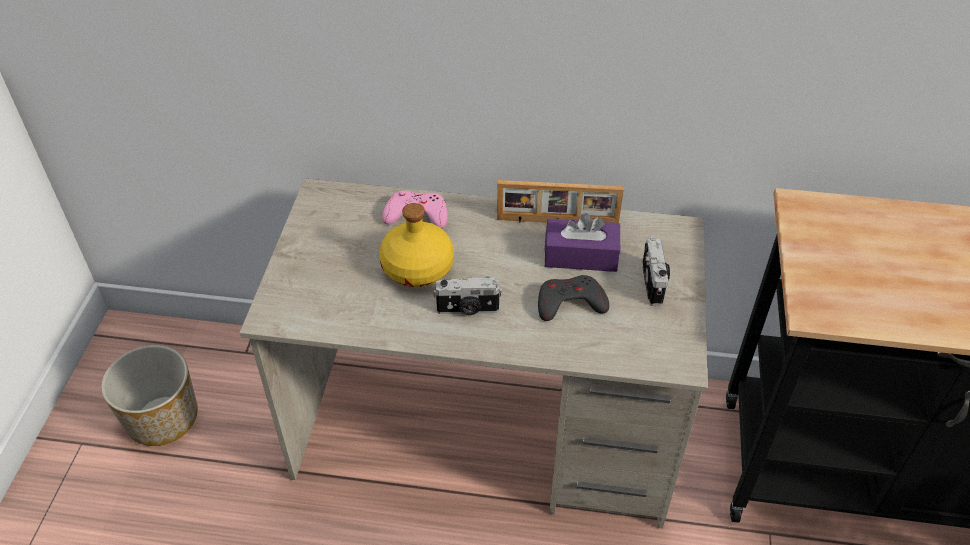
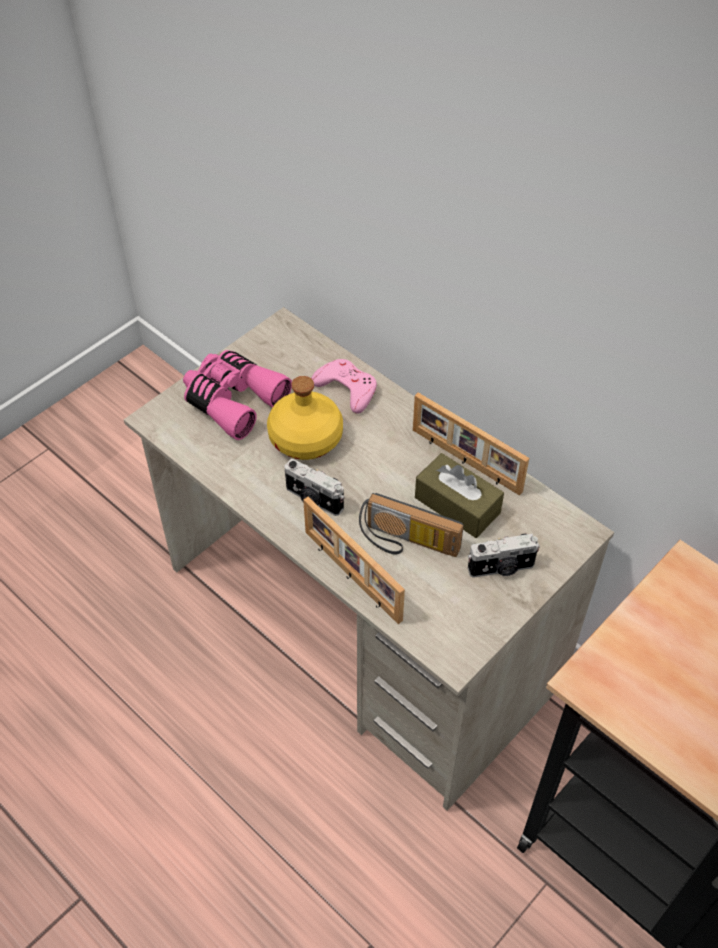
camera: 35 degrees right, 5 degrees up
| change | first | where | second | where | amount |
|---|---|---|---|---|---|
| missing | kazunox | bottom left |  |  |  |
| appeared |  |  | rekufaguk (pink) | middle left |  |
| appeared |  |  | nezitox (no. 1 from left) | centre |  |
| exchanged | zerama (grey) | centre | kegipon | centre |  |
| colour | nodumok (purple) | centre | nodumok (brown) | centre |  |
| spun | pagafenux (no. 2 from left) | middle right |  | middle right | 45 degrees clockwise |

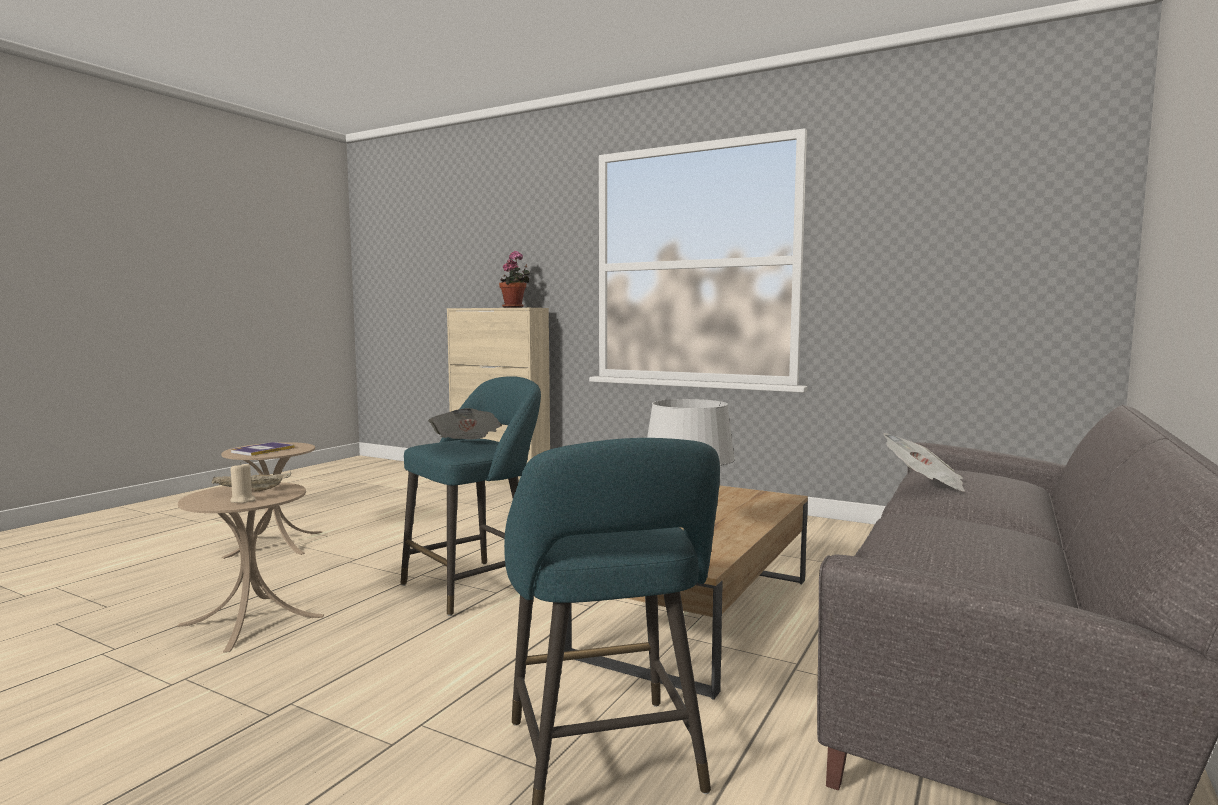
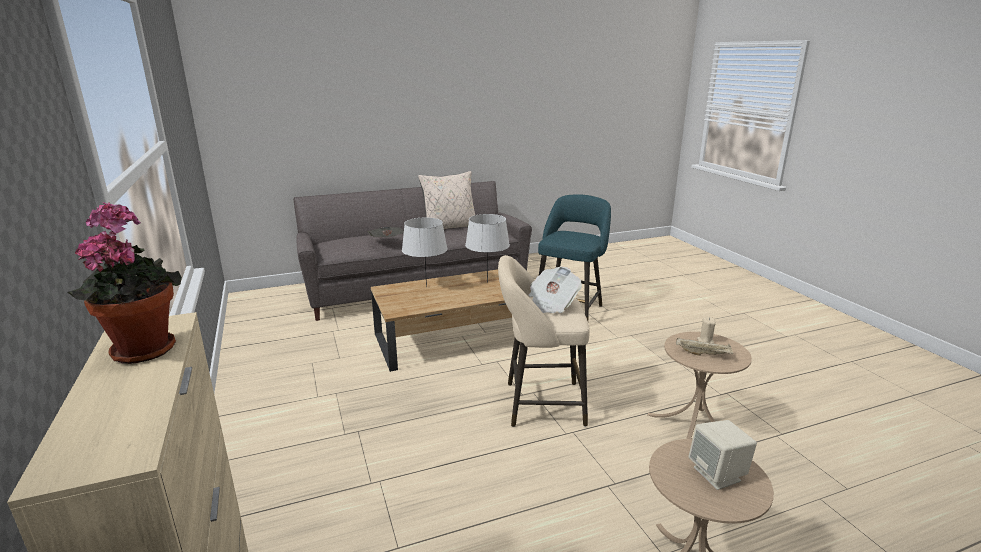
camera: 140 degrees left, 15 degrees up
| change | first | where | second | where | amount |
|---|---|---|---|---|---|
| appeared |  |  | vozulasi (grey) (no. 1 from left) | centre |  |
| appeared |  |  | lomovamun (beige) | centre |  |
| exchanged | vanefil | middle left | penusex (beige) | bottom right |  |
| colour | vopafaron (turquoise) (no. 1 from left) | centre | vopafaron (beige) | centre |  |

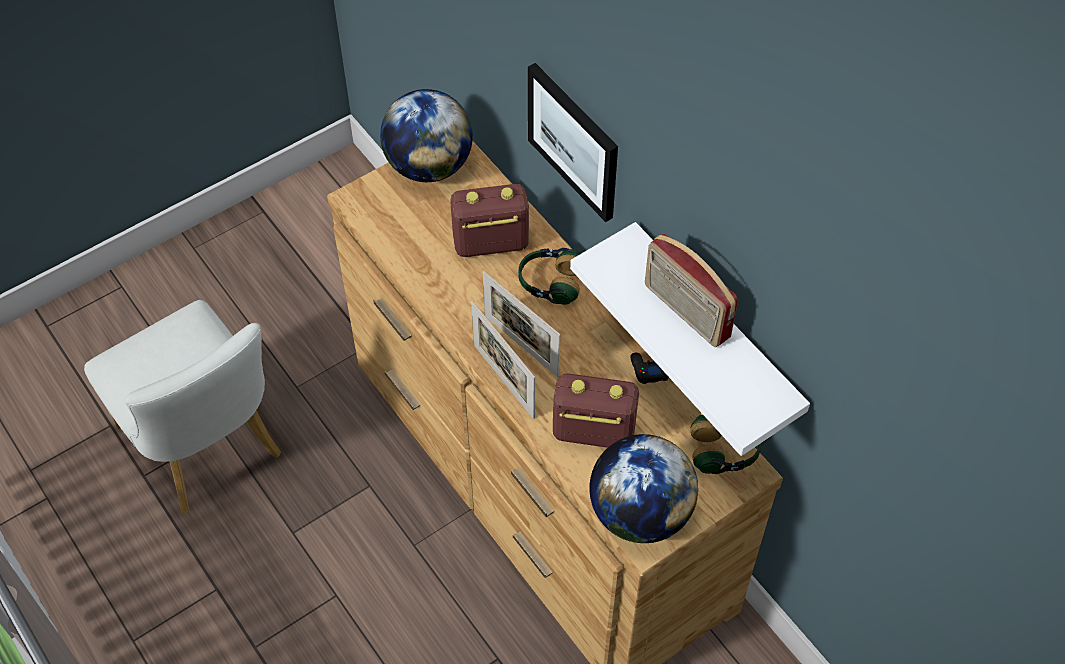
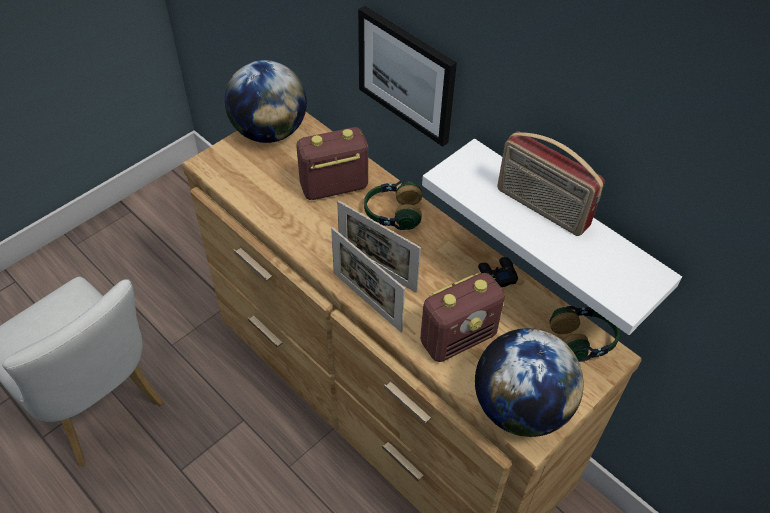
camera: 10 degrees left, 5 degrees down
| change | first | where | second | where | amount |
|---|---|---|---|---|---|
| spun | kegipon (no. 2 from left) | centre |  | centre | 150 degrees clockwise |

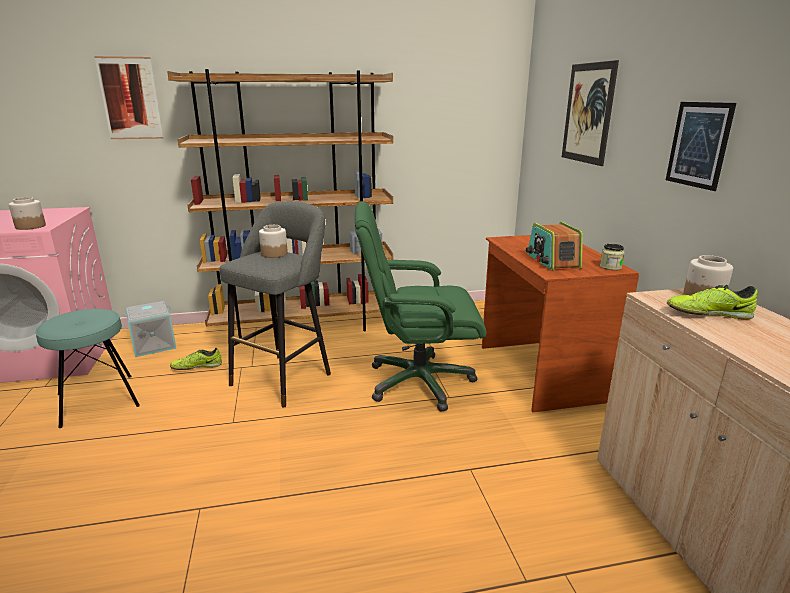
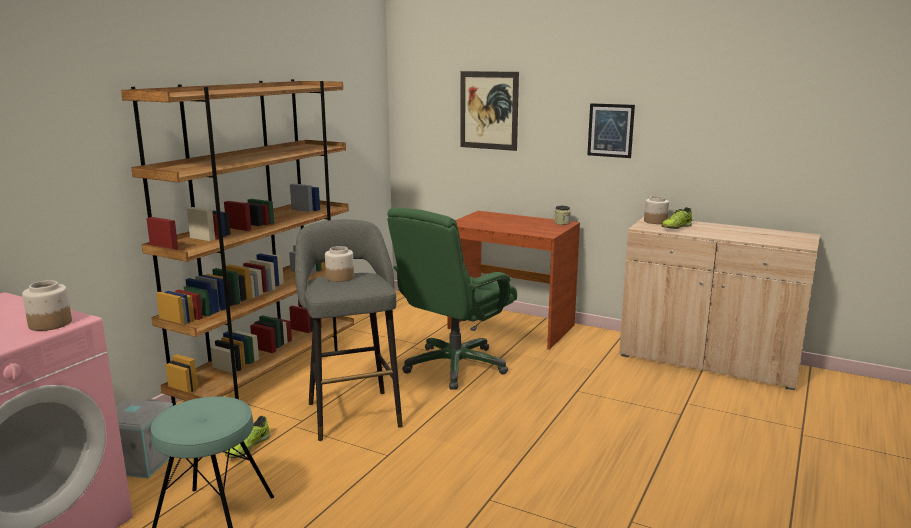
camera: 50 degrees left, 5 degrees down
| change | first | where | second | where | amount |
|---|---|---|---|---|---|
| missing | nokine (no. 1 from left) | top left |  |  |  |
| missing | kegipon | middle right |  |  |  |

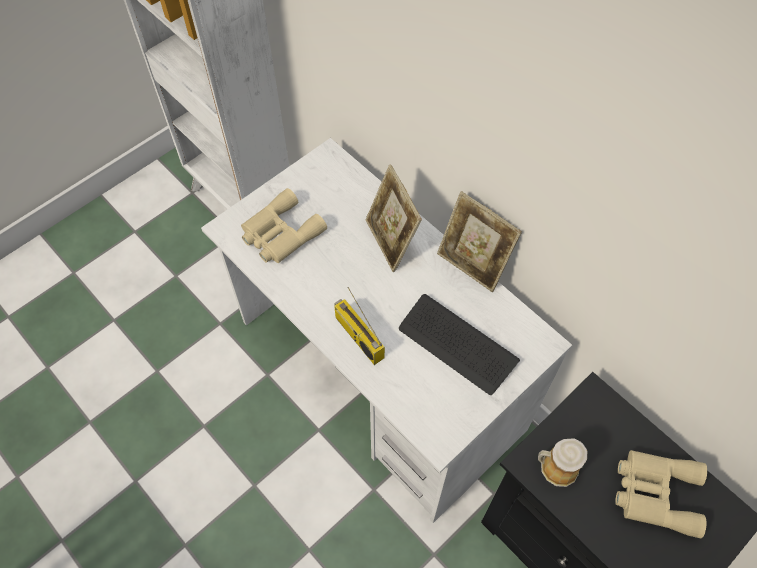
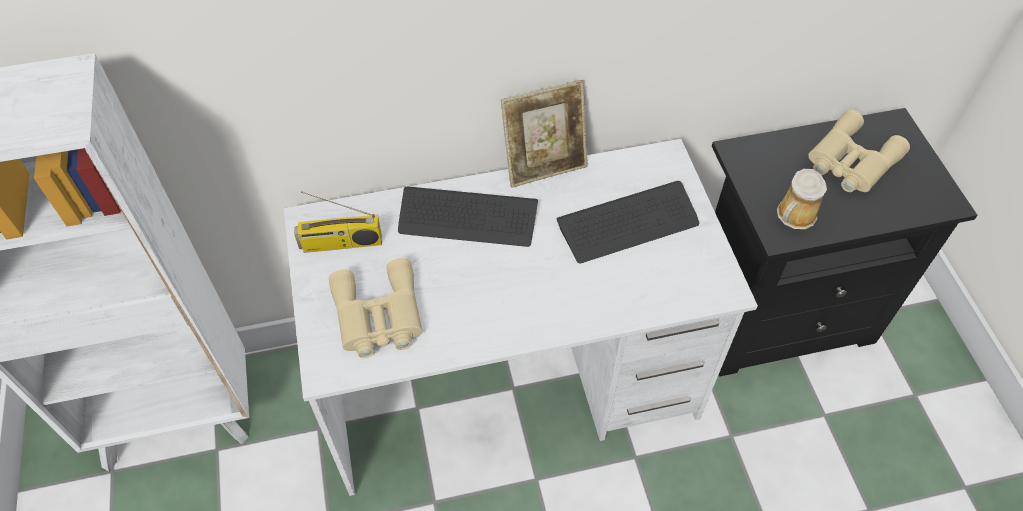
camera: 60 degrees left, 5 degrees down
| change | first | where | second | where | amount |
|---|---|---|---|---|---|
| relocated | kegipon | centre |  | middle left |  |
| exchanged | nezitox (no. 1 from left) | centre | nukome (no. 1 from left) | centre |  |

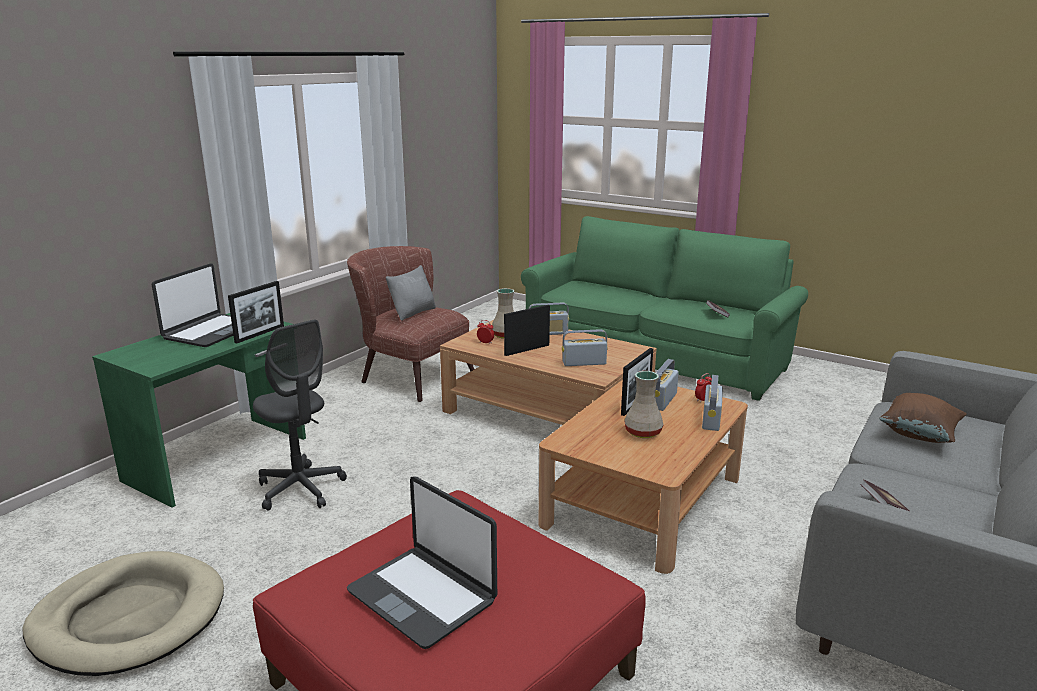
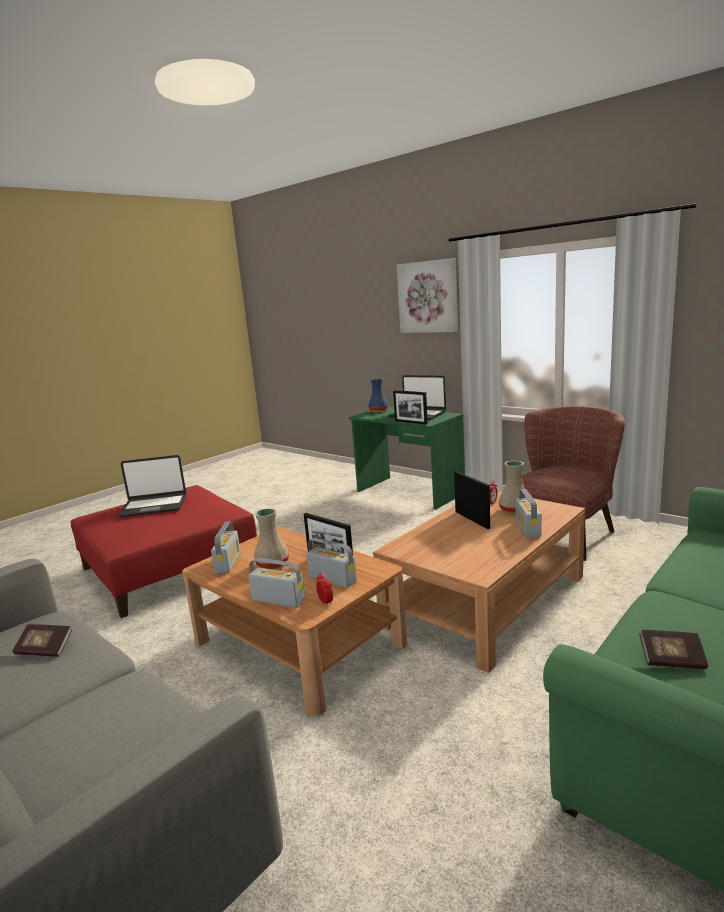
camera: 100 degrees right, 5 degrees down
| change | first | where | second | where | amount |
|---|---|---|---|---|---|
| missing | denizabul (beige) | bottom left |  |  |  |
| missing | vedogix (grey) | middle left |  |  |  |
| missing | lomovamun (grey) | centre |  |  |  |
| missing | lomovamun (brown) | middle right |  |  |  |
| appeared |  |  | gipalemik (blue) | centre |  |
| appeared |  |  | nokine | top centre |  |
| relocated | kegipon (no. 2 from left in the first image) | centre | kegipon (no. 1 from left) | middle left |  |
| spun | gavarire (no. 2 from left in the first image) | bottom centre | gavarire (no. 1 from left) | middle left | 150 degrees counterclockwise |

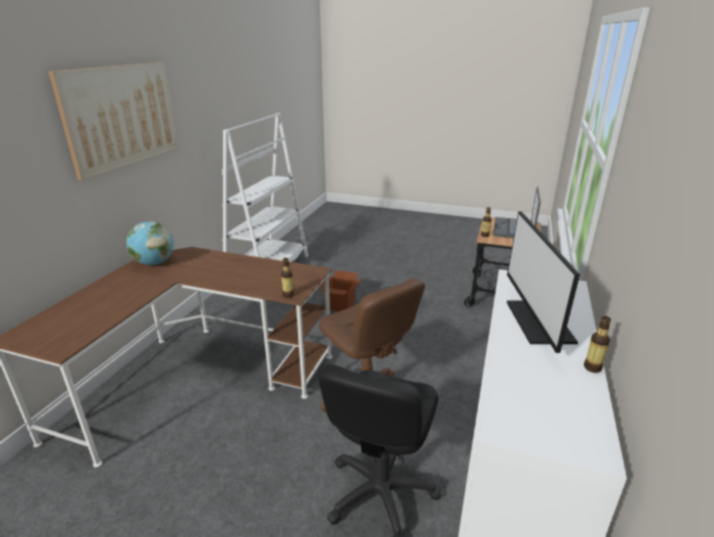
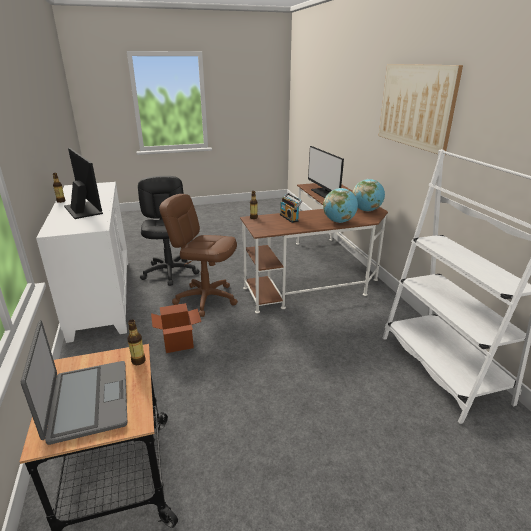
camera: 145 degrees right, 0 degrees up
| change | first | where | second | where | amount |
|---|---|---|---|---|---|
| appeared |  |  | kegipon | centre |  |
| appeared |  |  | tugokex (no. 2 from left) | top centre |  |
| appeared |  |  | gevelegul (no. 1 from left) | centre |  |
| relocated | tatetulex | centre |  | middle left |  |

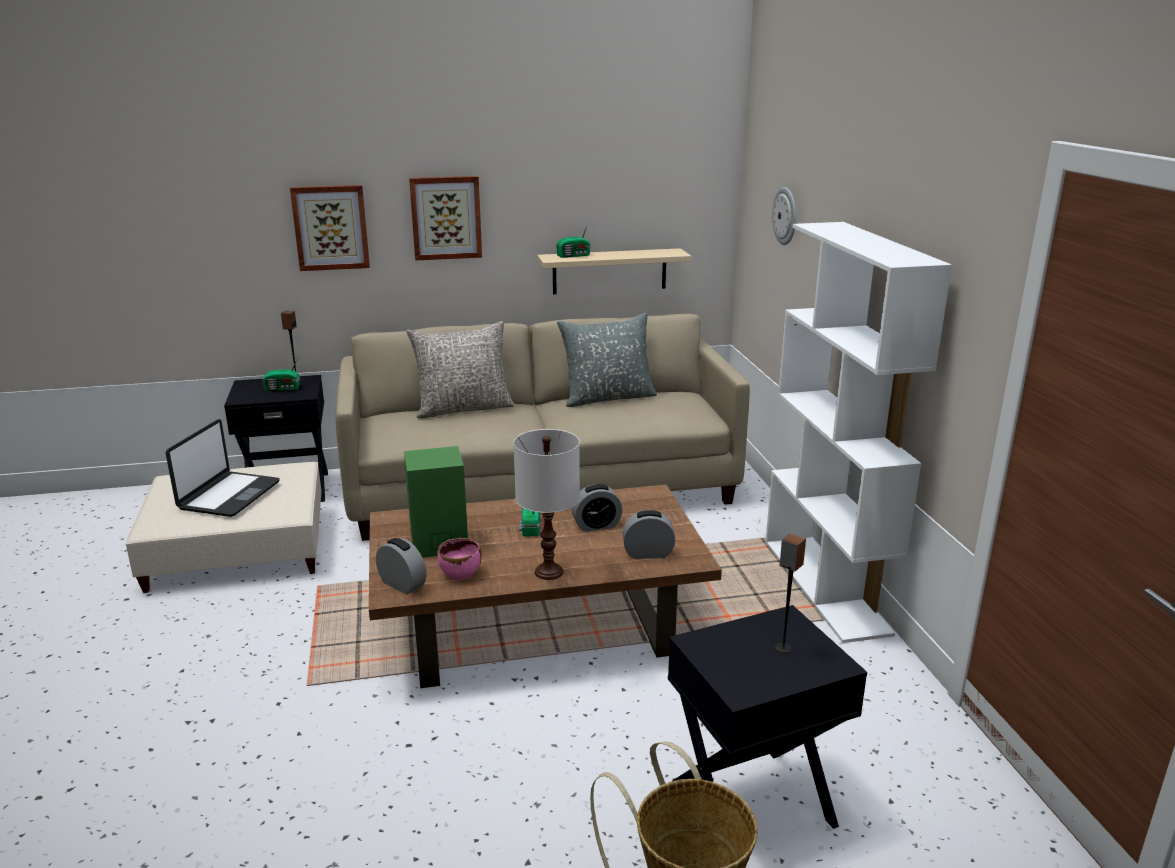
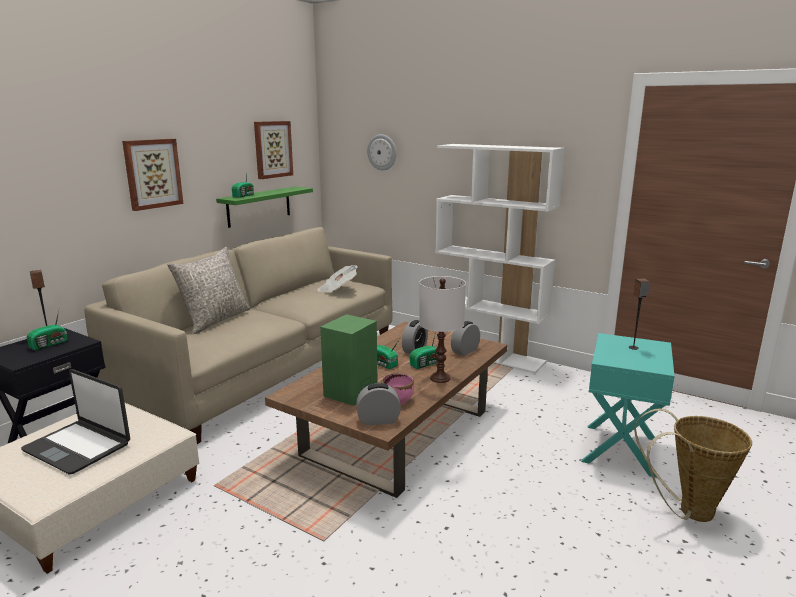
camera: 45 degrees left, 5 degrees down
| change | first | where | second | where | amount |
|---|---|---|---|---|---|
| missing | lomovamun (grey) (no. 2 from left) | centre |  |  |  |
| appeared |  |  | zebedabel | centre |  |
| appeared |  |  | kegipon (no. 4 from left) | centre |  |
| relocated | nokine (no. 1 from left in the first image) | top left | nokine (no. 2 from left) | top centre |  |
| colour | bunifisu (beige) | top centre | bunifisu (green) | middle left |  |
| colour | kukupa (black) (no. 2 from left) | bottom centre | kukupa (turquoise) | bottom right |  |
| spun | gavarire | middle left |  | bottom left | 150 degrees clockwise |

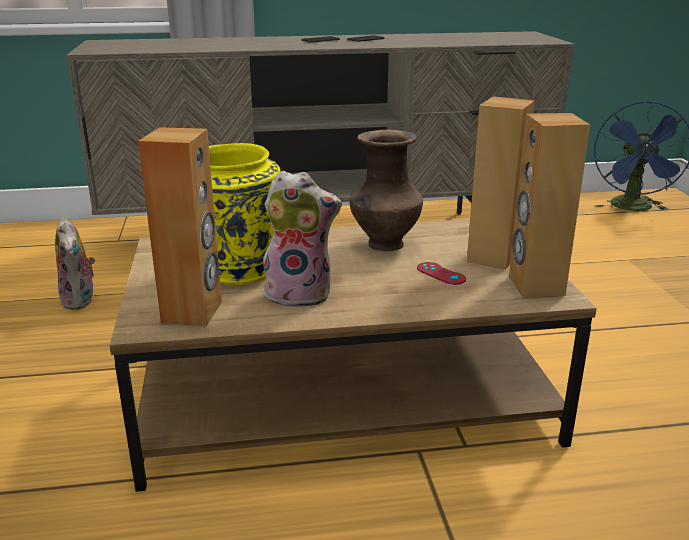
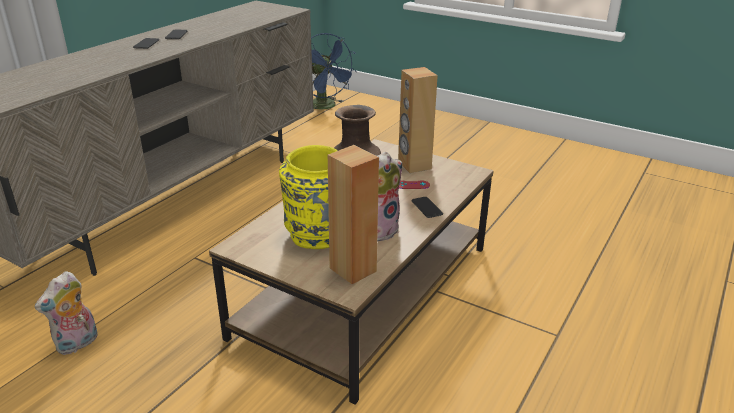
camera: 50 degrees left, 5 degrees up
| change | first | where | second | where | amount |
|---|---|---|---|---|---|
| missing | penusex (brown) (no. 3 from left) | middle right |  |  |  |
| appeared |  |  | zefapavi (no. 3 from left) | centre |  |
| spun | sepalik (no. 1 from left) | middle left |  | bottom left | 105 degrees clockwise |

